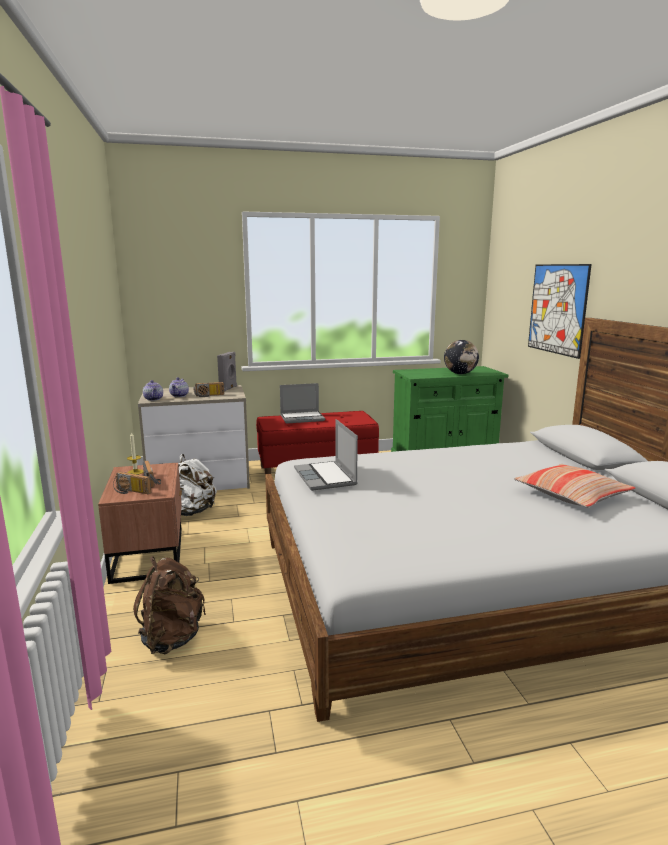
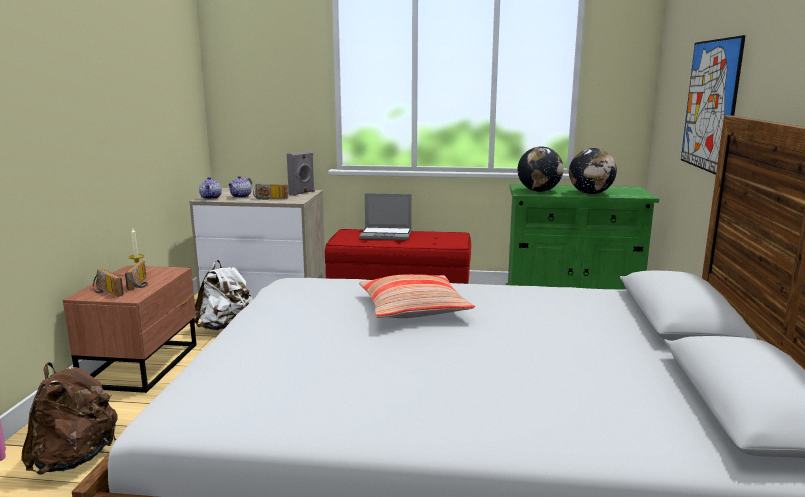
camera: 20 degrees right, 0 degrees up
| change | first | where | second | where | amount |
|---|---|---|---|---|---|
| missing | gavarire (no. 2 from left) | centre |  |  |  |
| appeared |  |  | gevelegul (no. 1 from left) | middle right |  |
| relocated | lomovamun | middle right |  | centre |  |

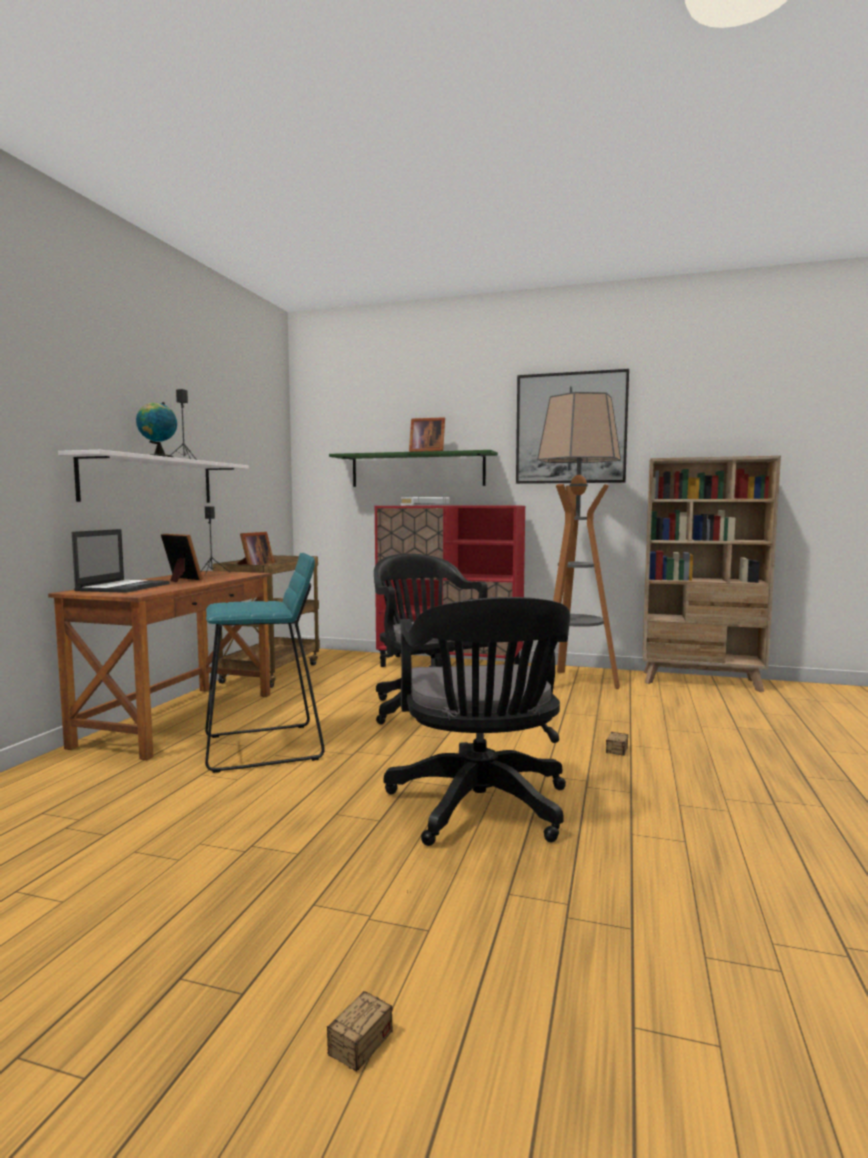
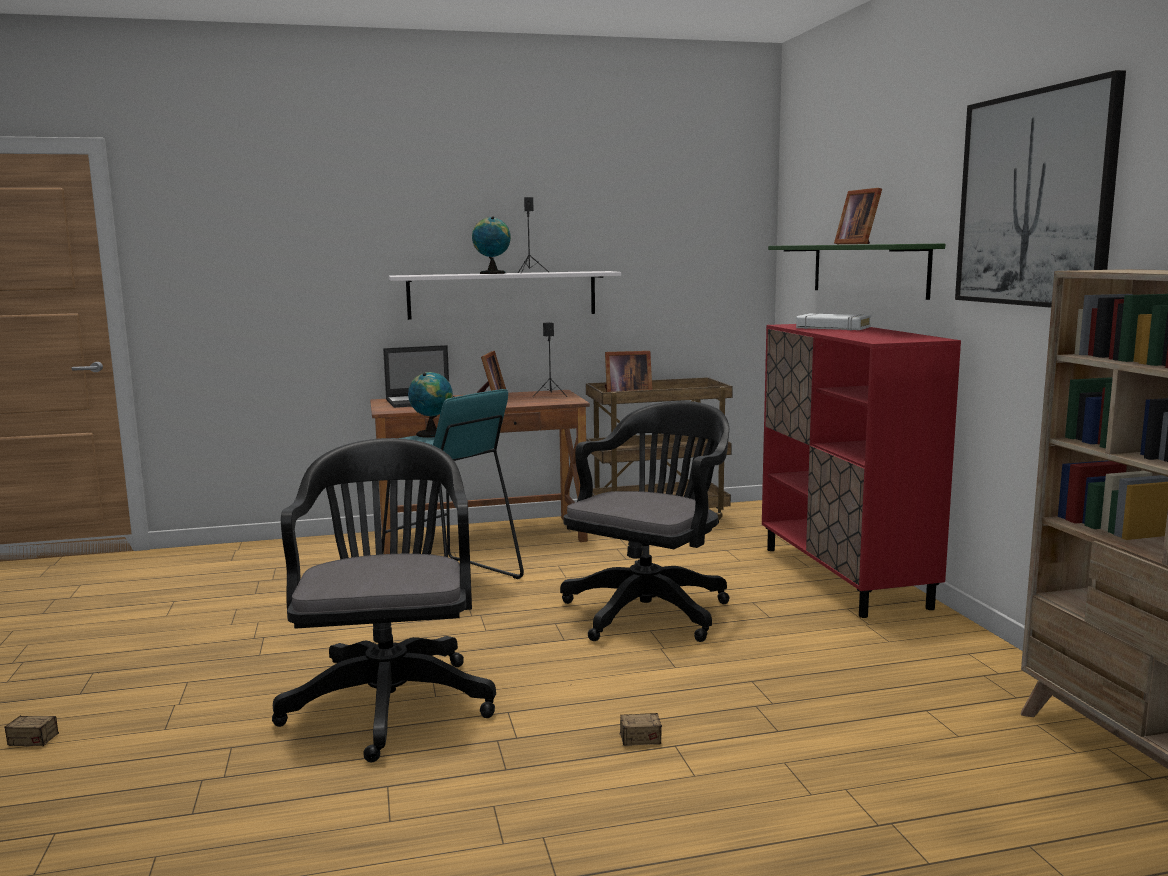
camera: 60 degrees right, 5 degrees up
| change | first | where | second | where | amount |
|---|---|---|---|---|---|
| missing | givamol | middle right |  |  |  |
| appeared |  |  | gevelegul (no. 1 from left) | centre |  |
| spun | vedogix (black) (no. 2 from left in the first image) | centre | vedogix (black) (no. 1 from left) | bottom left | 120 degrees clockwise |

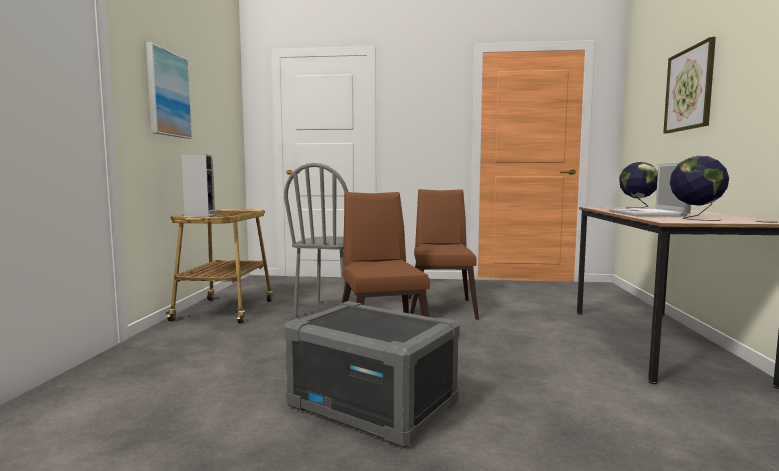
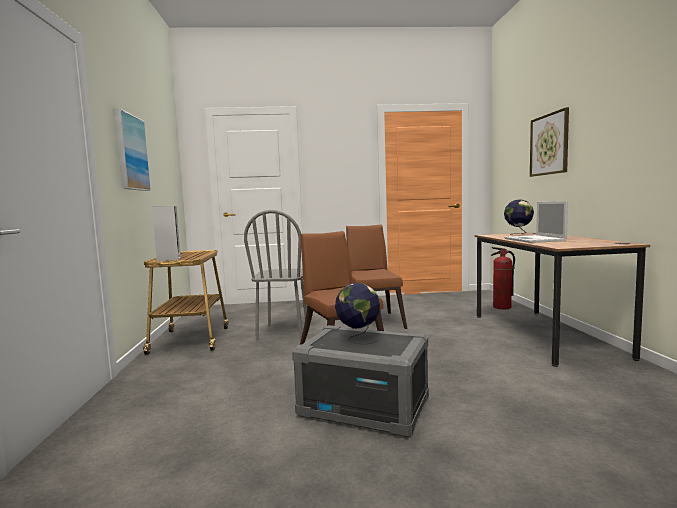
camera: 10 degrees left, 0 degrees up
| change | first | where | second | where | amount |
|---|---|---|---|---|---|
| appeared |  |  | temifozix | middle right |  |
| relocated | gevelegul (no. 2 from left in the first image) | middle right | gevelegul (no. 1 from left) | centre |  |

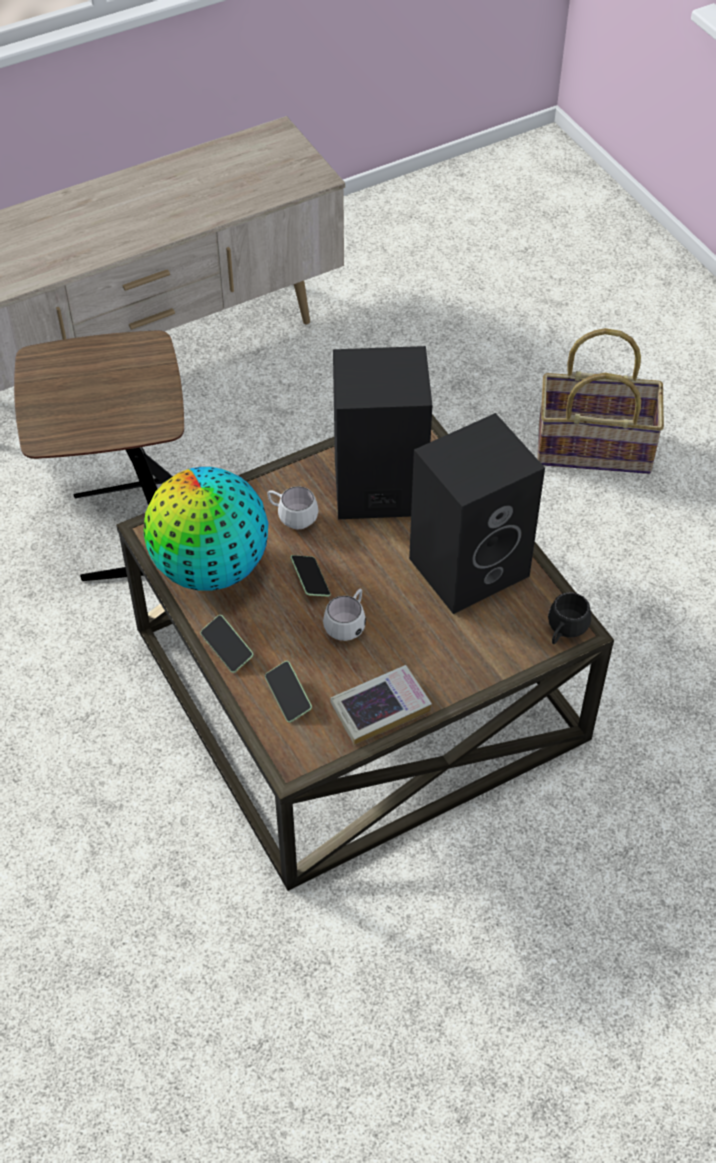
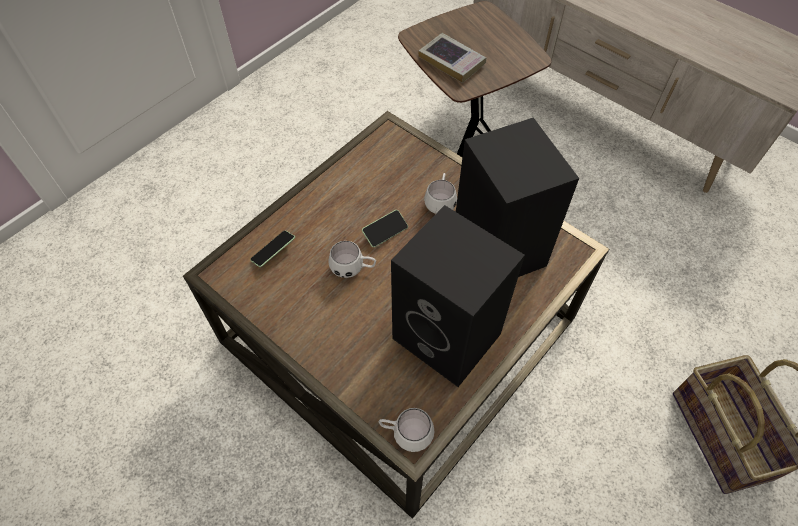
camera: 70 degrees right, 5 degrees up
| change | first | where | second | where | amount |
|---|---|---|---|---|---|
| missing | gevelegul | middle left |  |  |  |
| missing | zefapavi (no. 1 from left) | middle left |  |  |  |
| relocated | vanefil | centre |  | top centre |  |
| colour | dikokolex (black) | middle right | dikokolex (white) (no. 2 from left) | bottom centre |  |

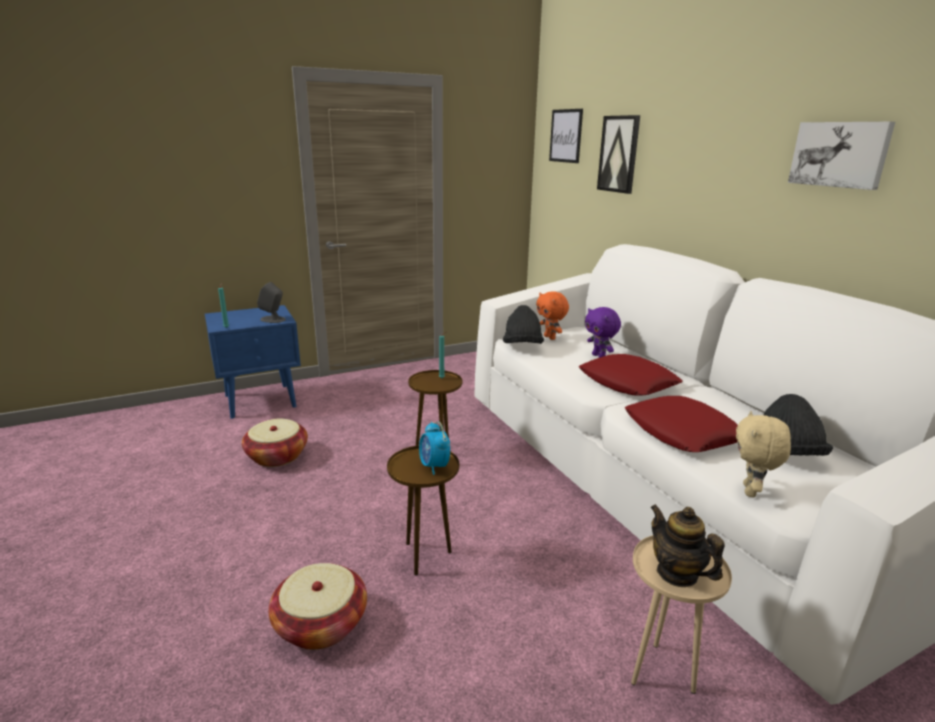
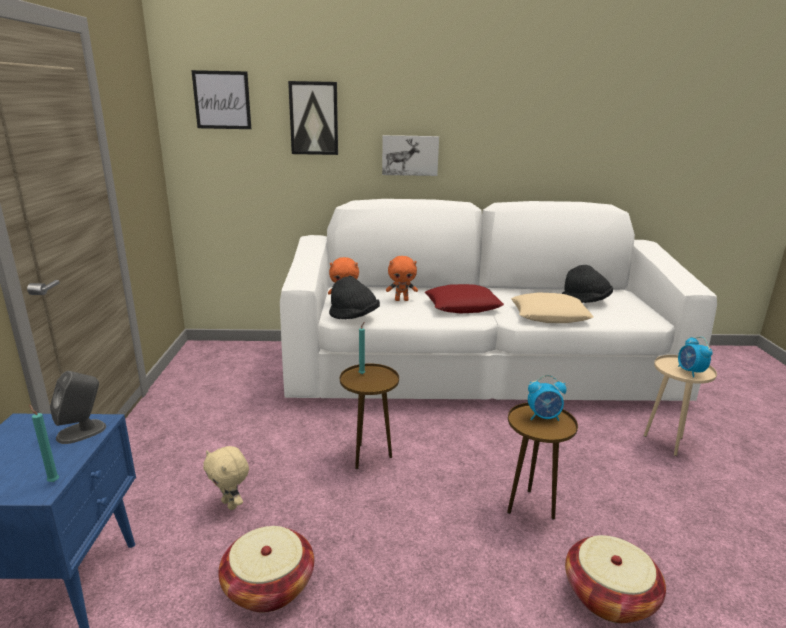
camera: 65 degrees left, 0 degrees up
| change | first | where | second | where | amount |
|---|---|---|---|---|---|
| relocated | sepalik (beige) | middle right |  | bottom left |  |
| relocated | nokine (no. 3 from left) | top right |  | top centre |  |
| exchanged | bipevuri | bottom right | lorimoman (no. 2 from left) | middle right |  |
| colour | sepalik (purple) | centre | sepalik (orange) (no. 2 from left) | centre |  |
| colour | lomovamun (red) (no. 2 from left) | middle right | lomovamun (beige) | middle right |  |

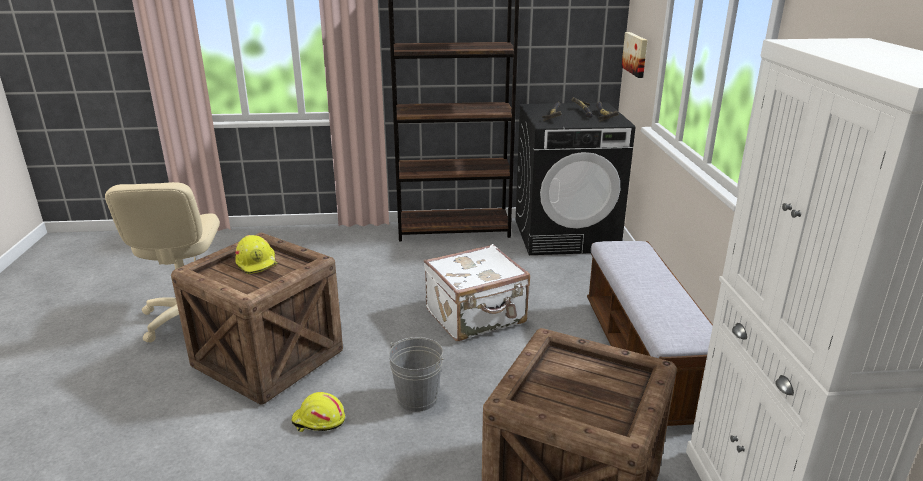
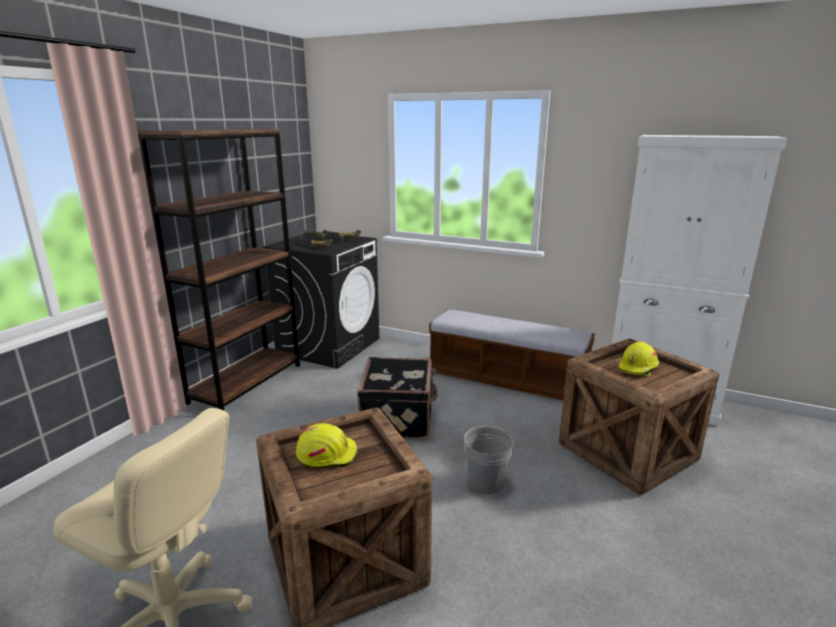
camera: 60 degrees left, 5 degrees down
| change | first | where | second | where | amount |
|---|---|---|---|---|---|
| missing | nokine | top right |  |  |  |
| relocated | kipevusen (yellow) (no. 2 from left) | bottom centre |  | middle right |  |
| colour | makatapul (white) | centre | makatapul (black) | centre |  |

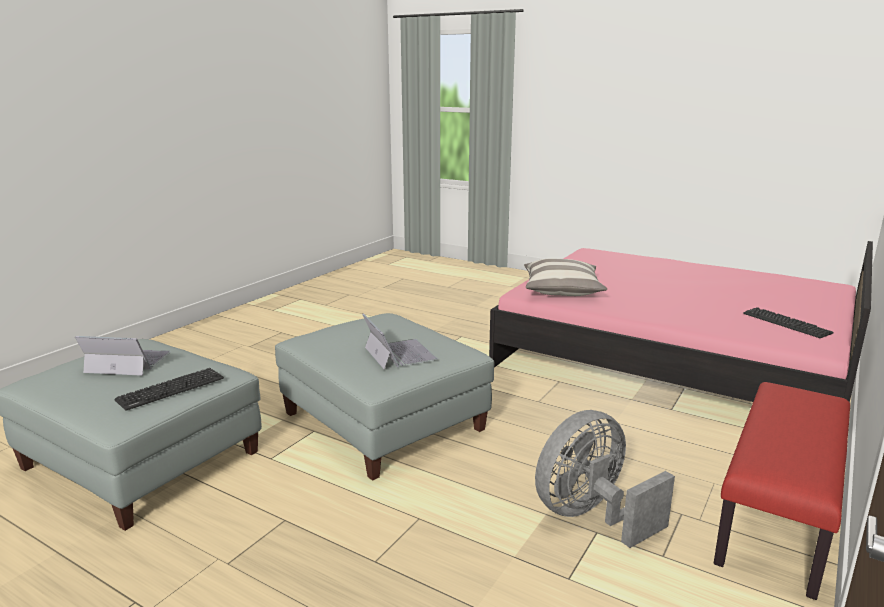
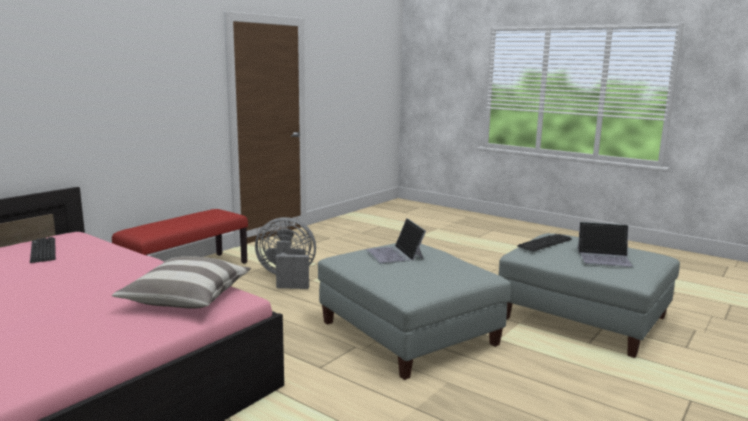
camera: 175 degrees left, 5 degrees down
| change | first | where | second | where | amount |
|---|---|---|---|---|---|
| spun | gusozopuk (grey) | bottom right |  | centre | 150 degrees counterclockwise |

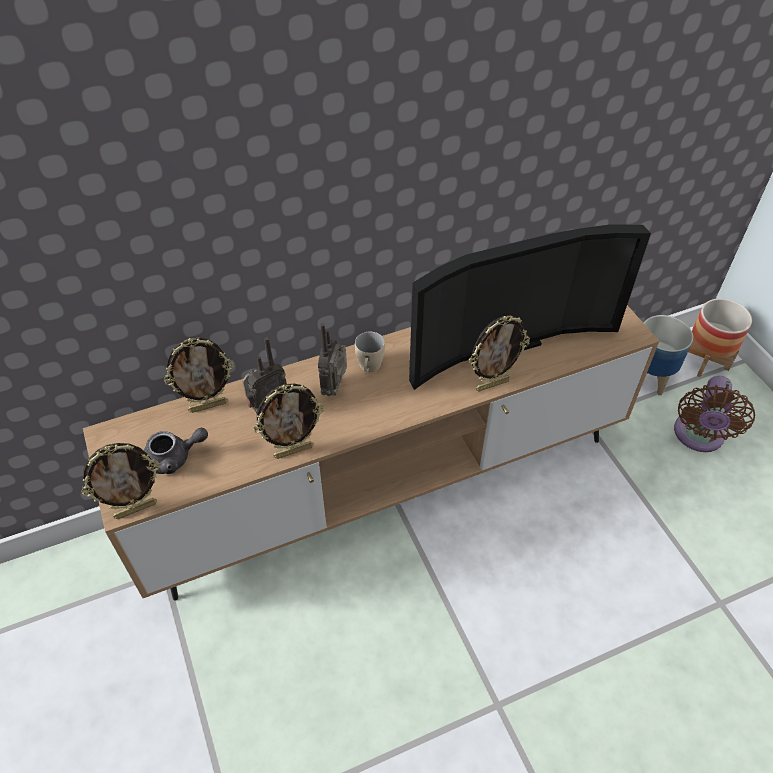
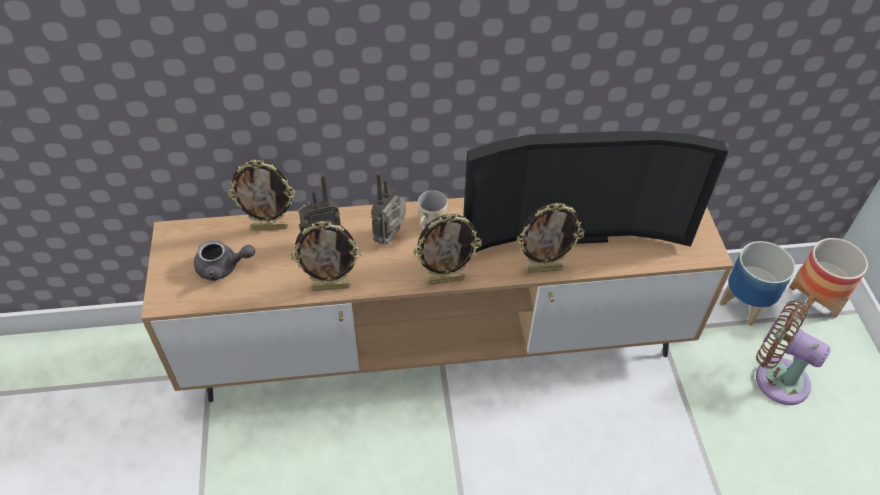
camera: 15 degrees right, 0 degrees up
| change | first | where | second | where | amount |
|---|---|---|---|---|---|
| relocated | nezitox (no. 1 from left in the first image) | middle left | nezitox (no. 3 from left) | centre |  |
| spun | gusozopuk (brown) | middle right |  | bottom right | 90 degrees clockwise |

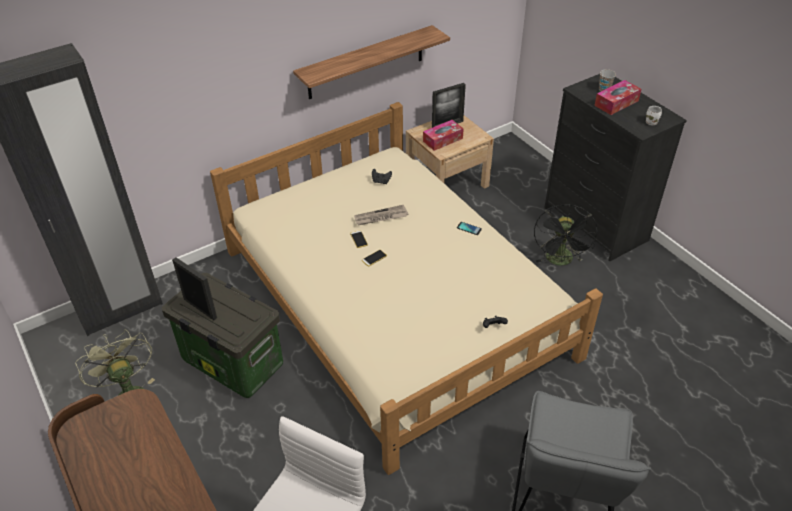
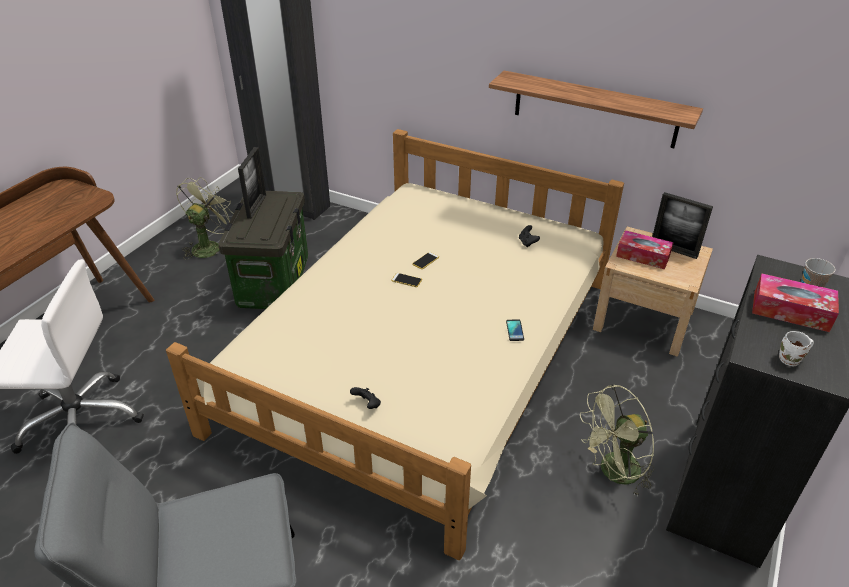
camera: 60 degrees right, 5 degrees down
| change | first | where | second | where | amount |
|---|---|---|---|---|---|
| missing | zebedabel | centre |  |  |  |
| colour | gusozopuk (black) | middle right | gusozopuk (green) (no. 2 from left) | bottom right |  |

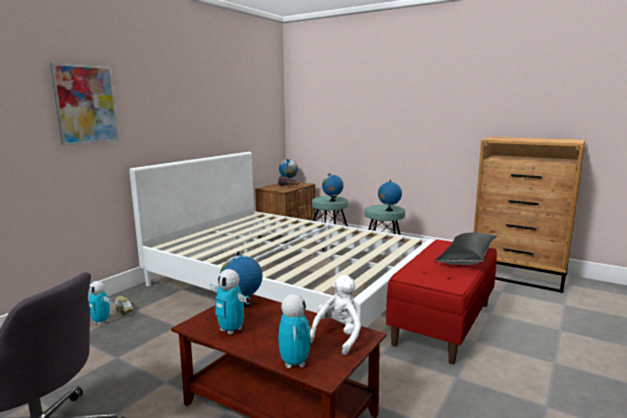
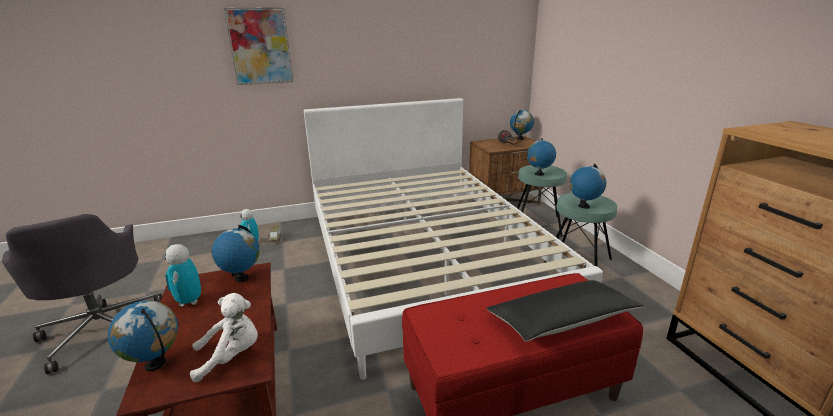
camera: 40 degrees right, 10 degrees up
| change | first | where | second | where | amount |
|---|---|---|---|---|---|
| exchanged | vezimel (no. 3 from left) | bottom centre | gevelegul (no. 1 from left) | bottom left |  |

